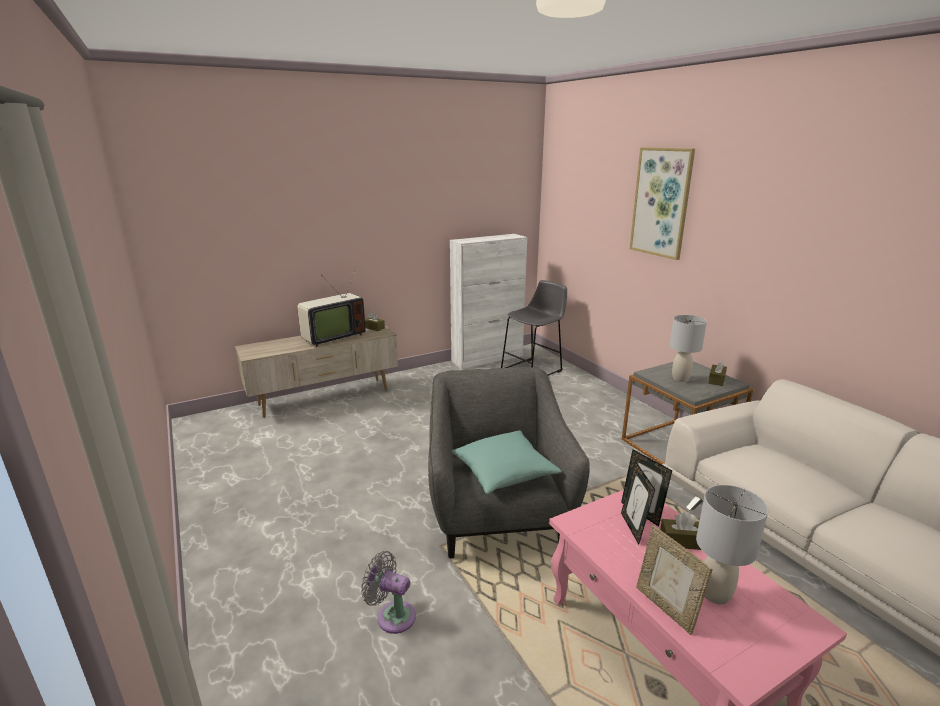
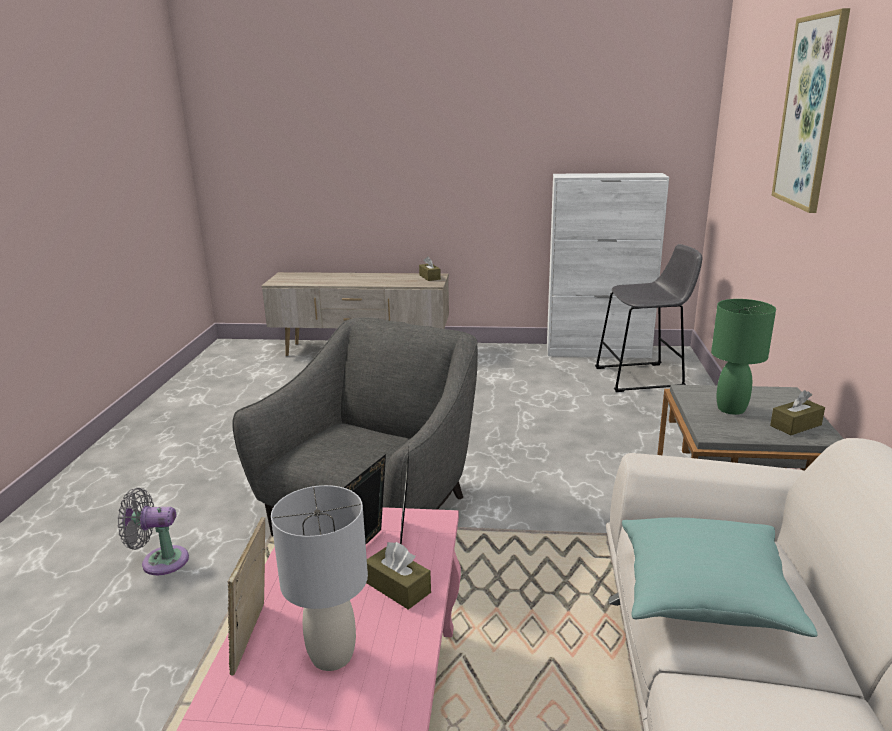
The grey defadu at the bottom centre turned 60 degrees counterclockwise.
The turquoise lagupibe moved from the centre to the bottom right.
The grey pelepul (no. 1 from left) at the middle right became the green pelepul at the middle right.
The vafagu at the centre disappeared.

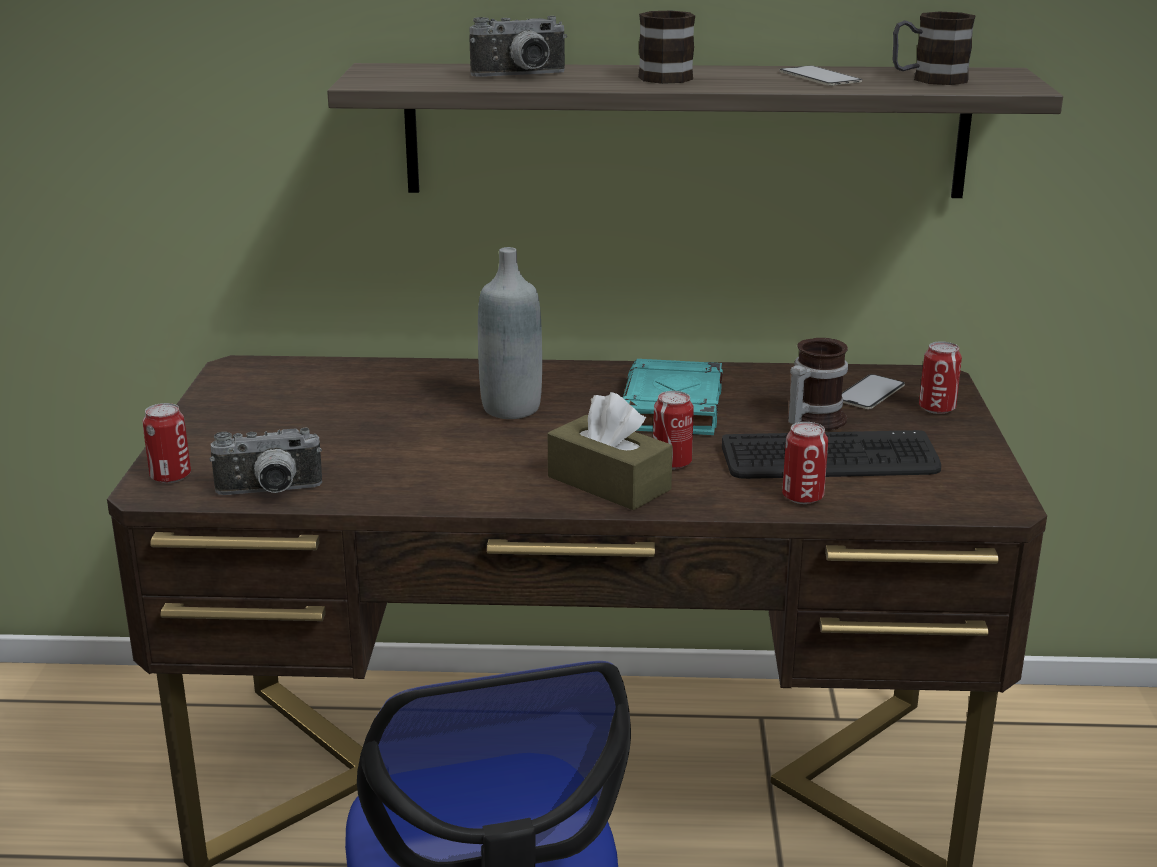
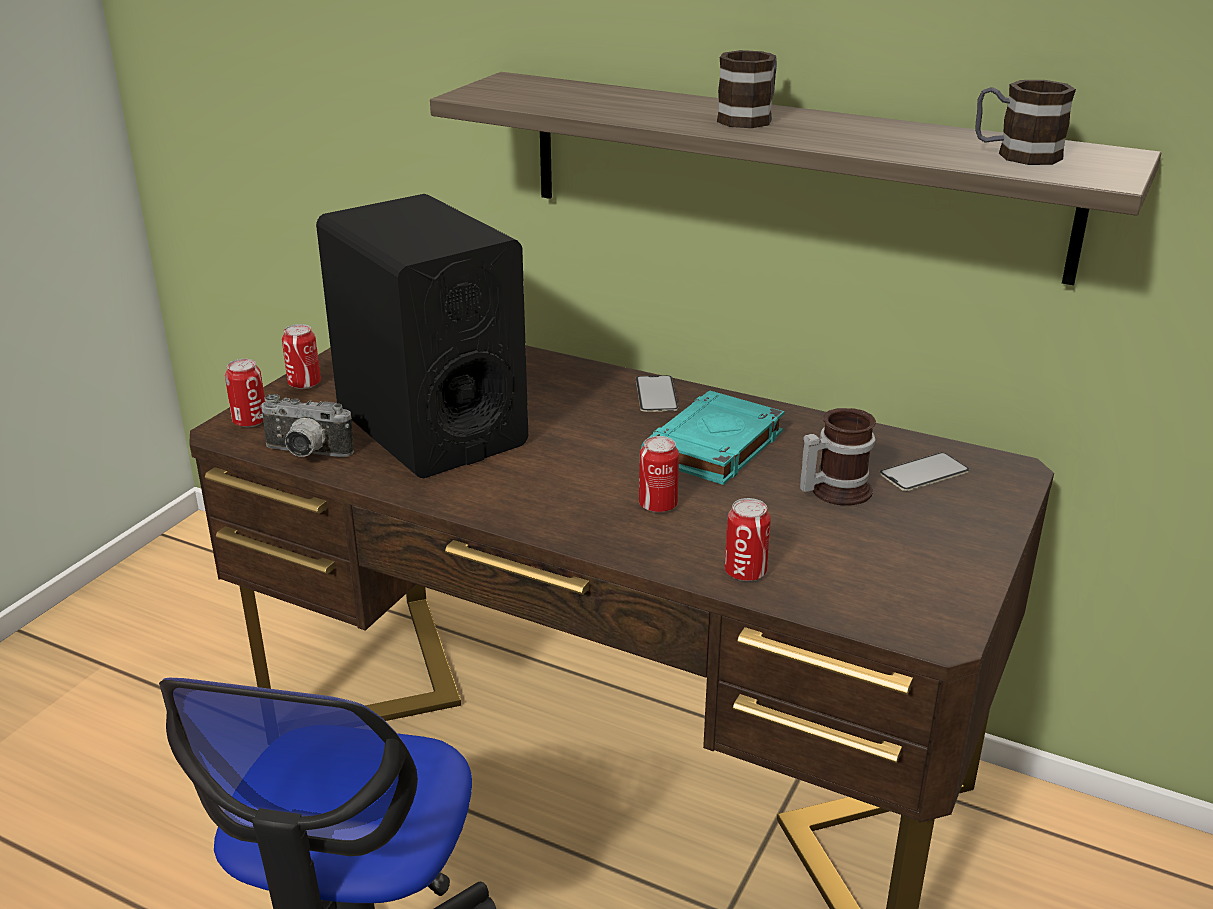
The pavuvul (no. 4 from left in the first image) moved from the middle right to the middle left.
The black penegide at the centre appeared.
The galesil (no. 1 from left) moved from the top right to the centre.
The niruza (no. 2 from left) at the top centre disappeared.
The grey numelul at the centre disappeared.
The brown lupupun at the centre disappeared.
The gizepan at the middle right disappeared.

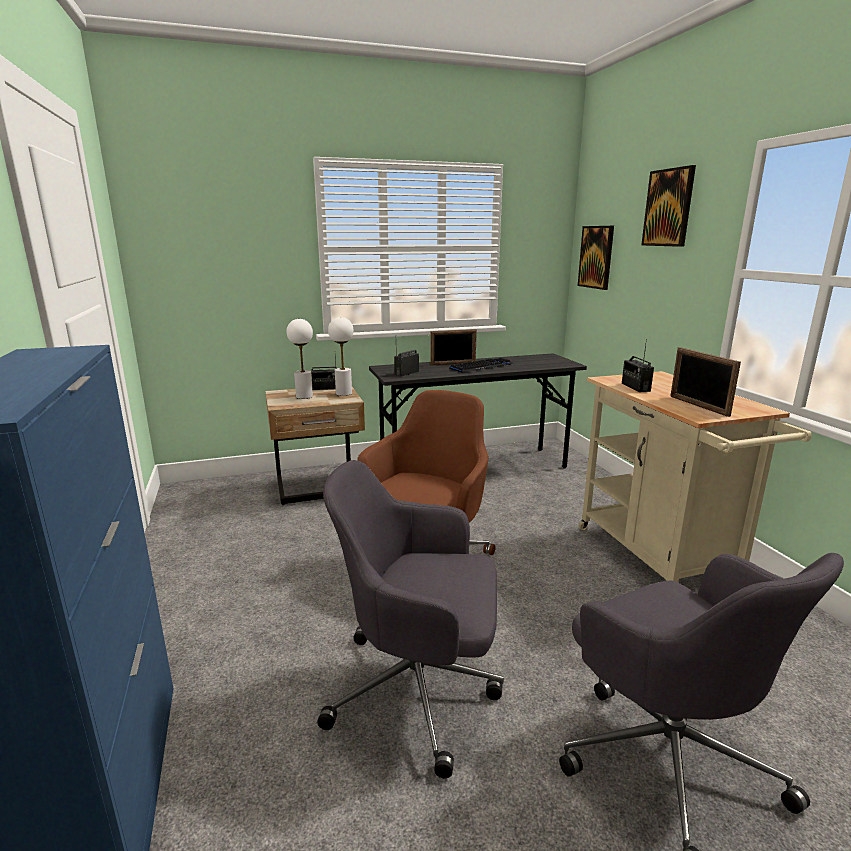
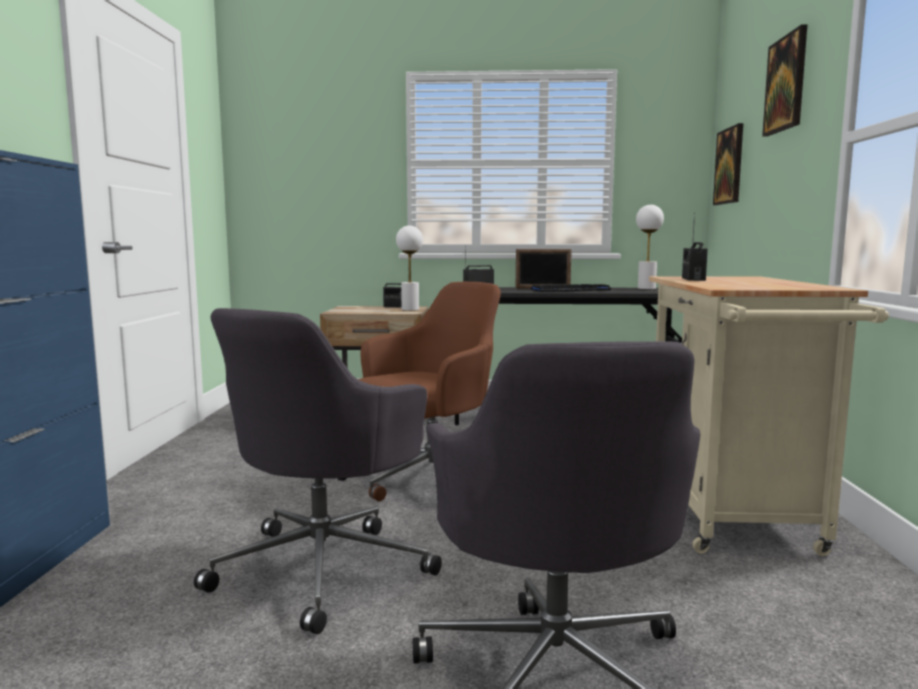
The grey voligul (no. 1 from left) at the bottom centre turned 90 degrees counterclockwise.
The white pelepul (no. 1 from left in the first image) moved from the centre to the middle right.
The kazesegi (no. 2 from left) at the middle right disappeared.

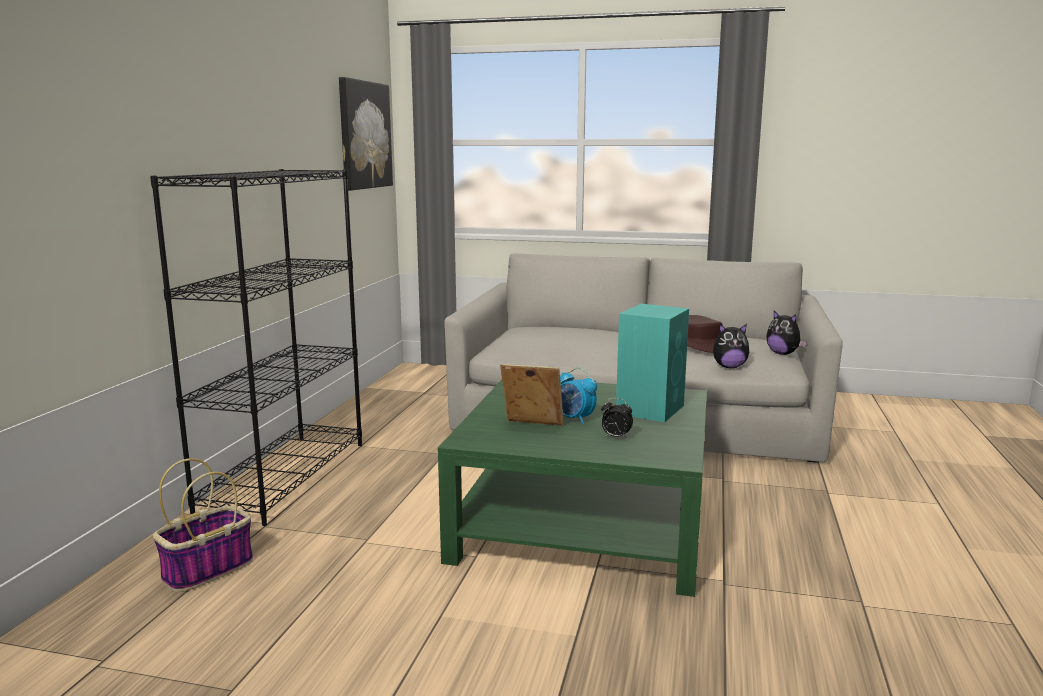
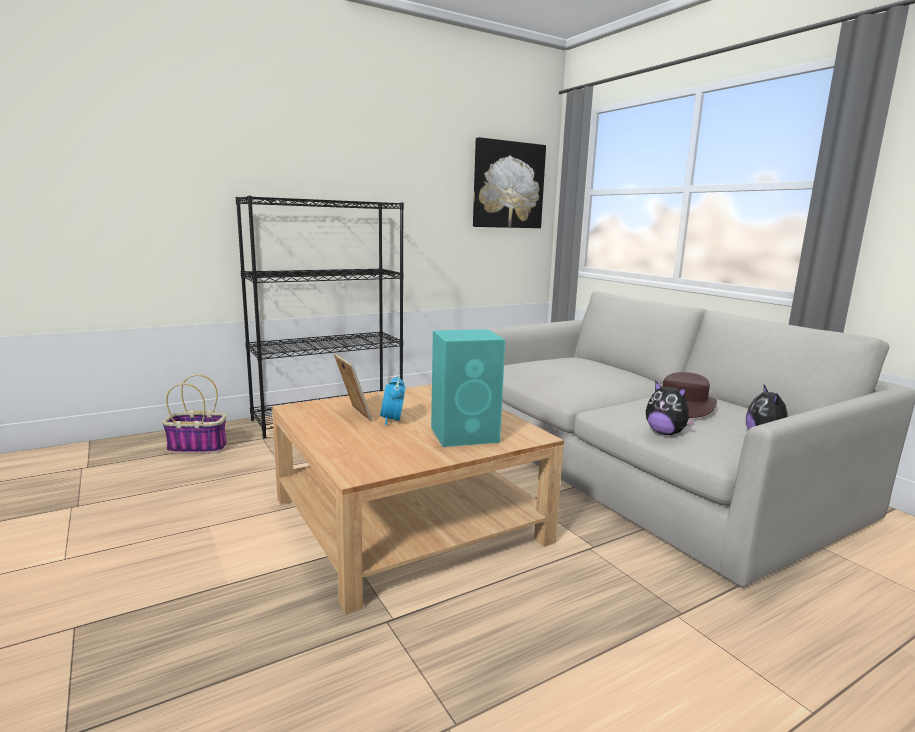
The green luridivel at the bottom centre became the beige luridivel at the bottom centre.
The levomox (no. 2 from left) at the centre disappeared.

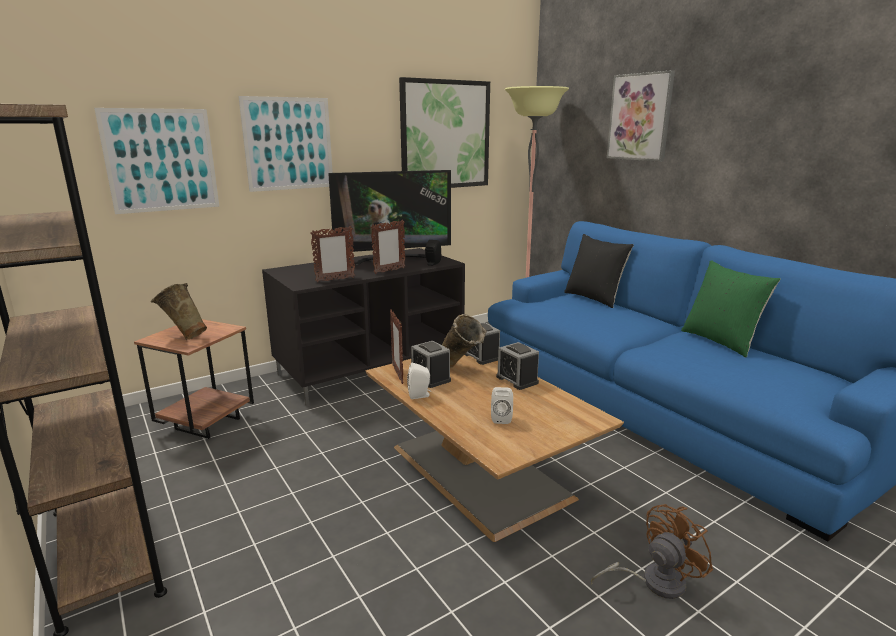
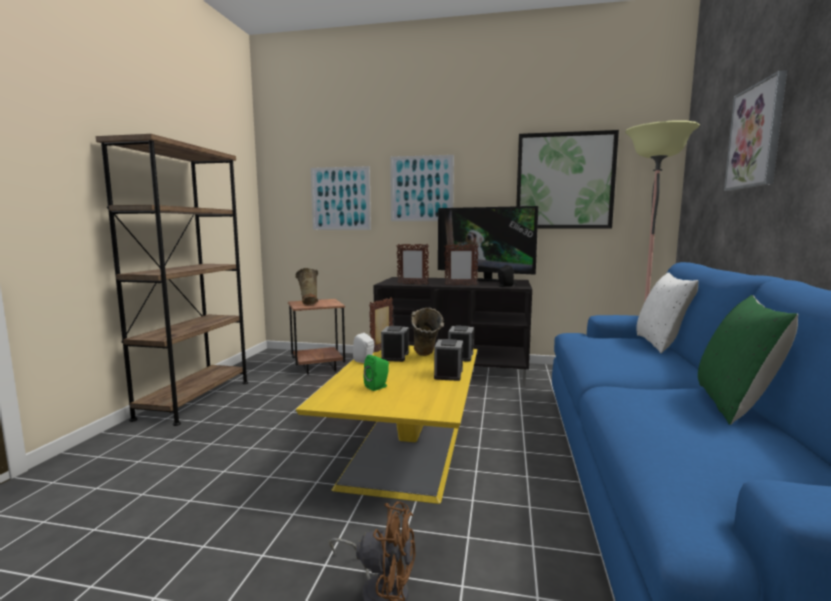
The brown luridivel at the bottom centre became the yellow luridivel at the bottom centre.
The white penegide (no. 2 from left) at the centre became the green penegide at the centre.
The black lagupibe at the middle right became the white lagupibe at the middle right.

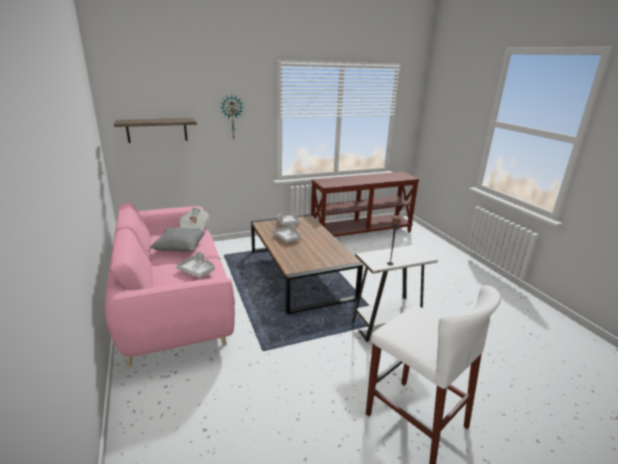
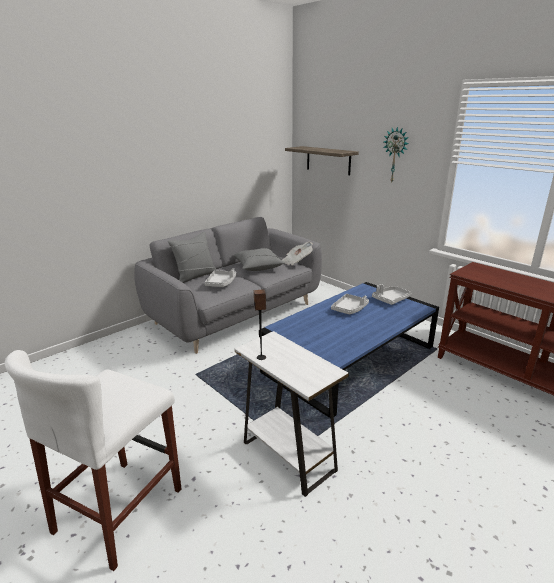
The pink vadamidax at the middle left became the grey vadamidax at the centre.
The grey lagupibe (no. 1 from left) at the centre appeared.
The brown luridivel at the centre became the blue luridivel at the centre.

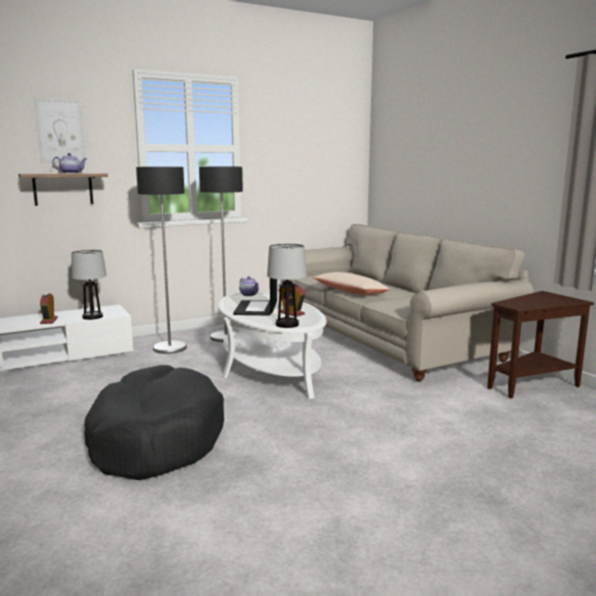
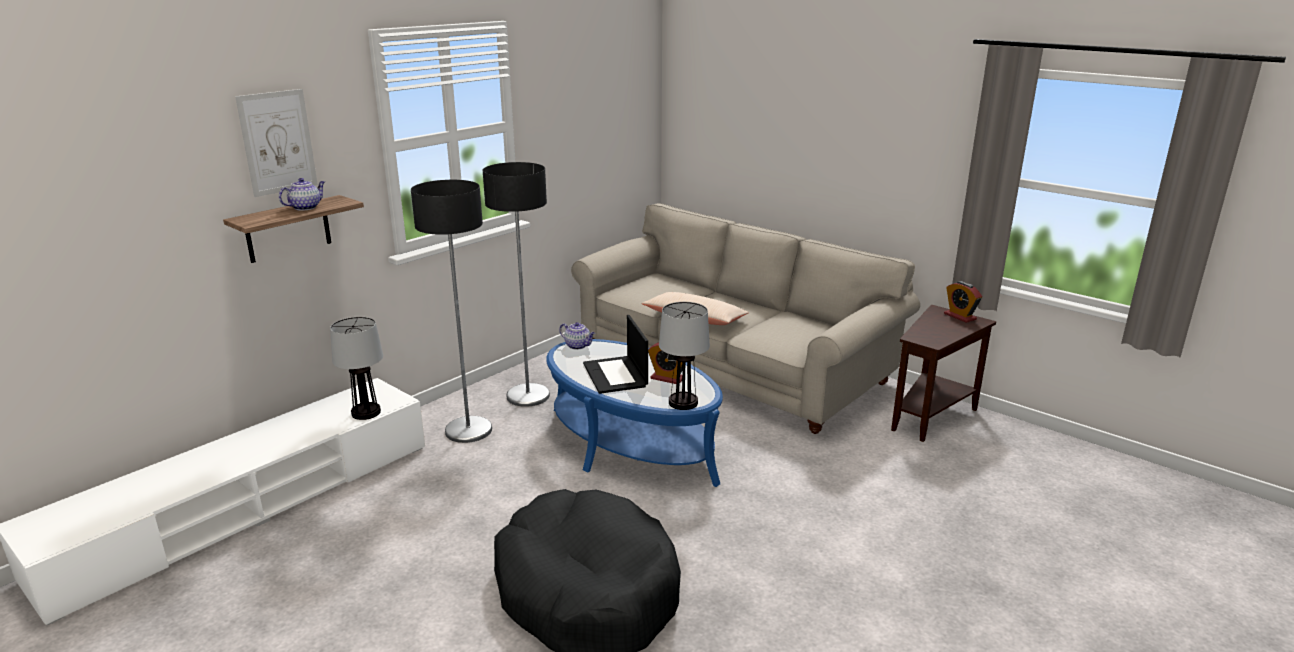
The white luridivel at the centre became the blue luridivel at the centre.
The levomox (no. 1 from left in the first image) moved from the middle left to the middle right.

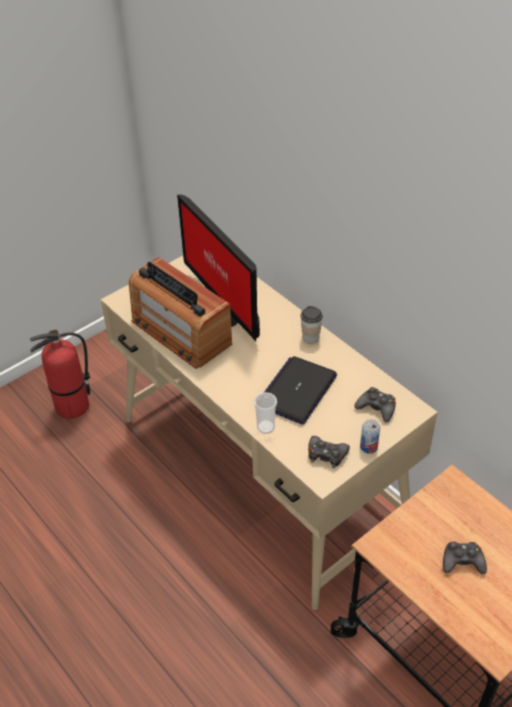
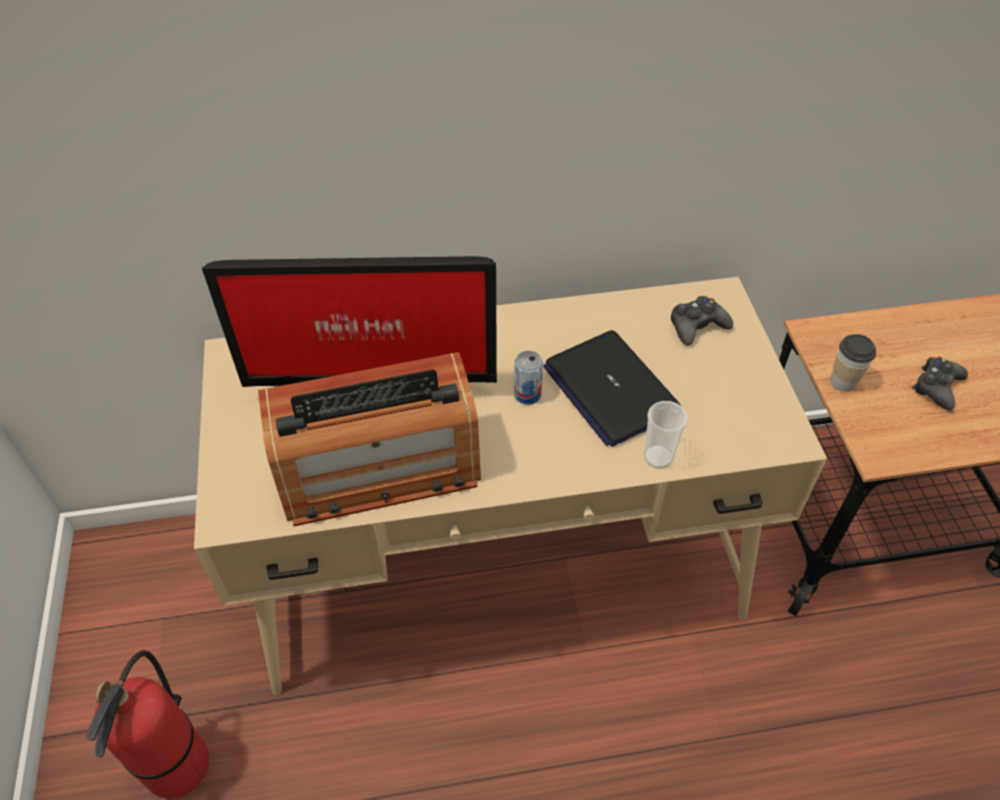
The pavuvul moved from the middle right to the centre.
The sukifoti (no. 2 from left) moved from the centre to the middle right.
The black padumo (no. 1 from left) at the centre disappeared.

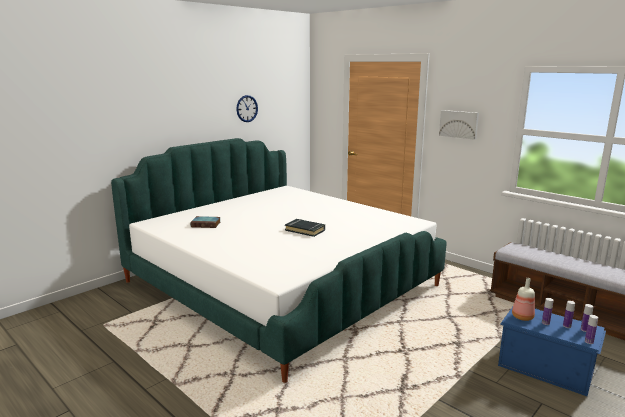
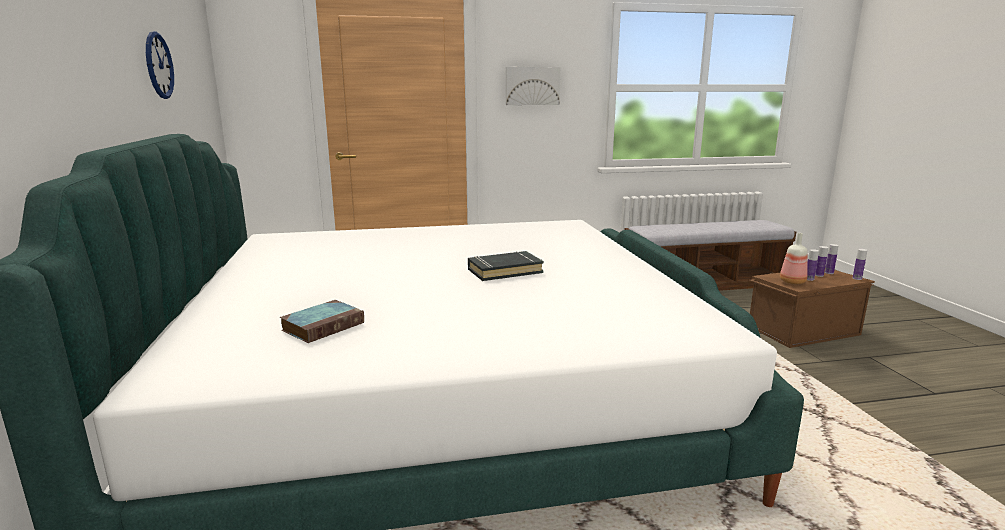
The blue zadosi at the bottom right became the brown zadosi at the middle right.

